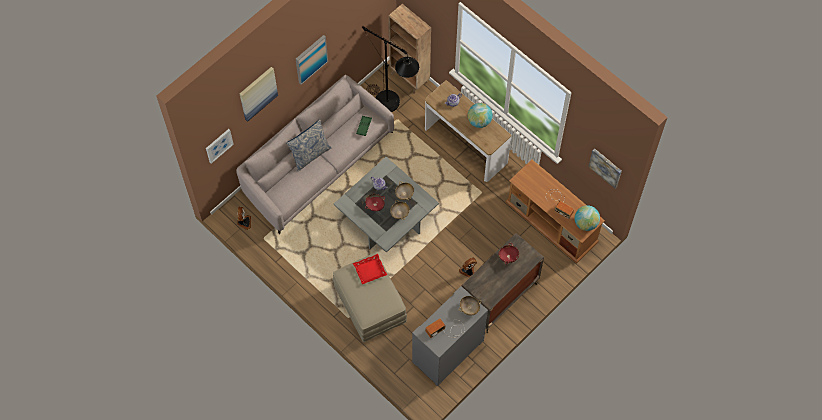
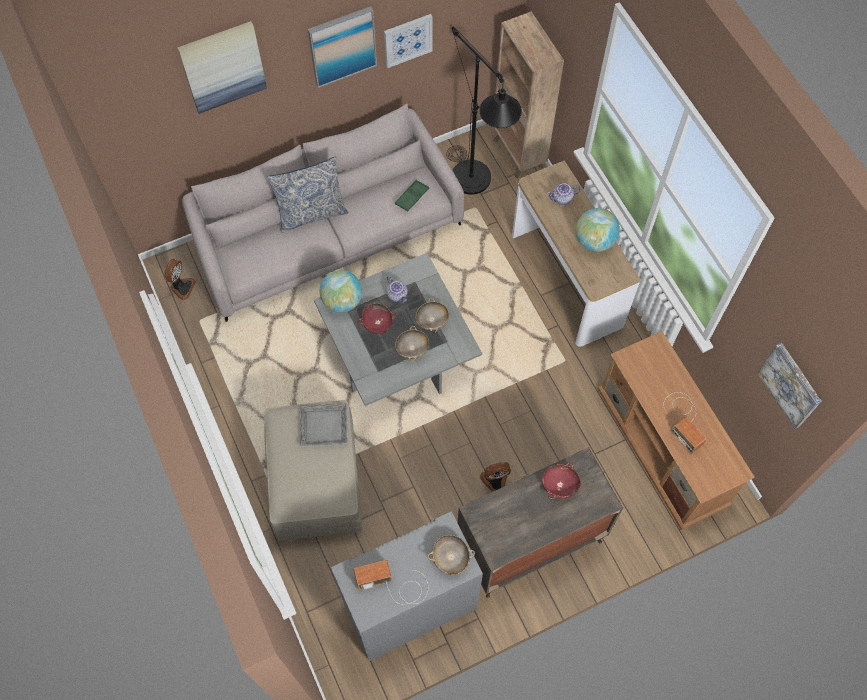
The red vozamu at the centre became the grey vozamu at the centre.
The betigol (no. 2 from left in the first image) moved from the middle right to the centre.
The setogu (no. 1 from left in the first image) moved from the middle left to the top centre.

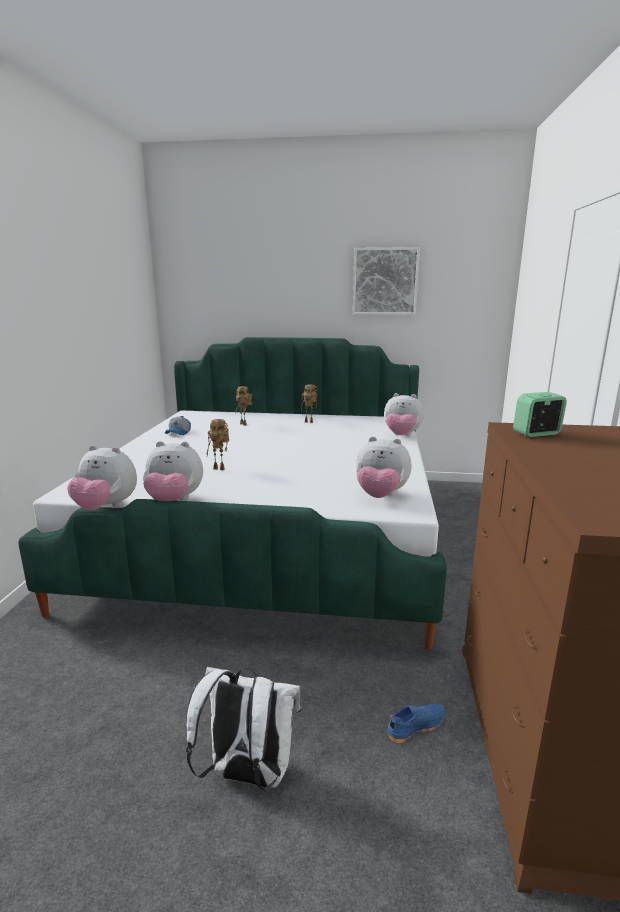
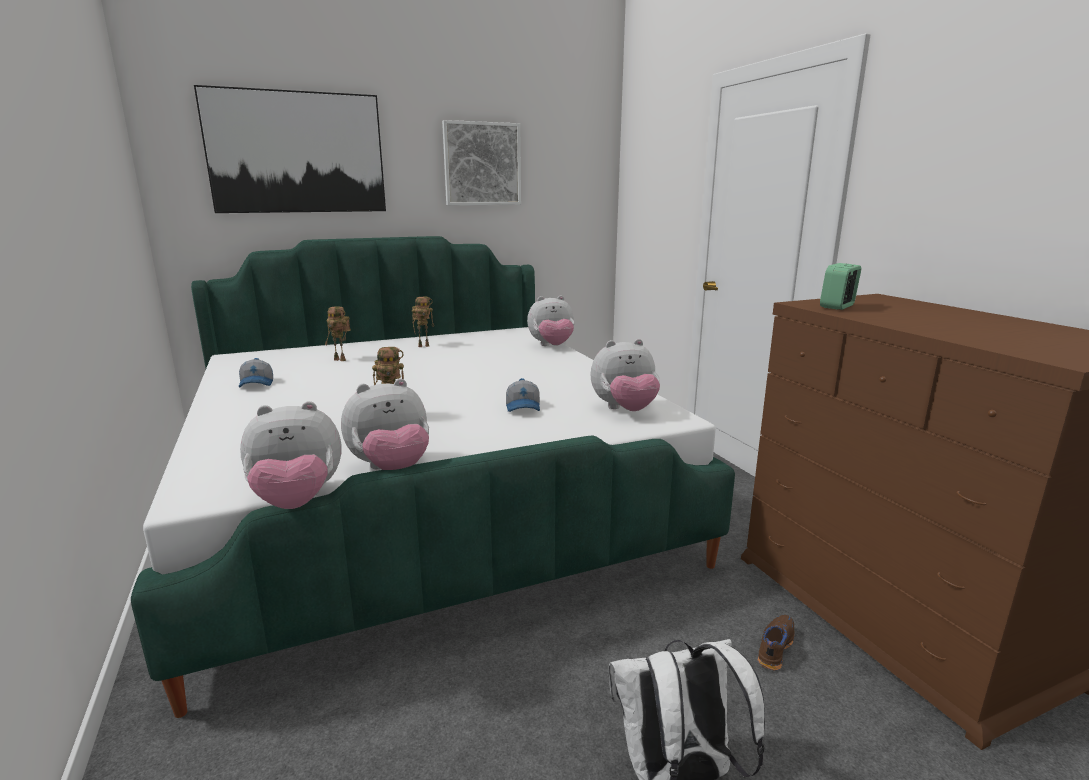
The setogu (no. 1 from left) at the top left appeared.
The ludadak (no. 2 from left) at the centre appeared.
The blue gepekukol at the bottom right became the brown gepekukol at the bottom right.

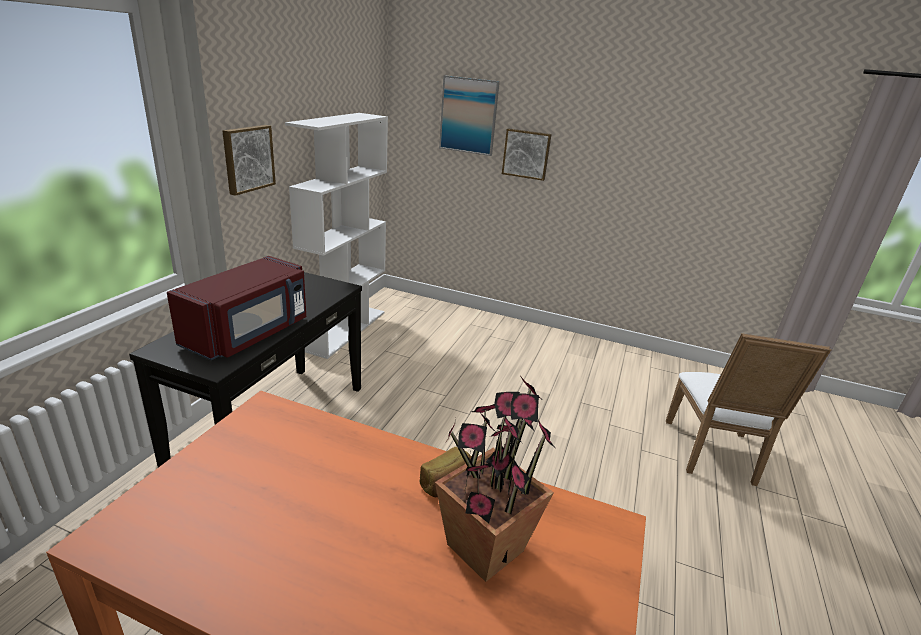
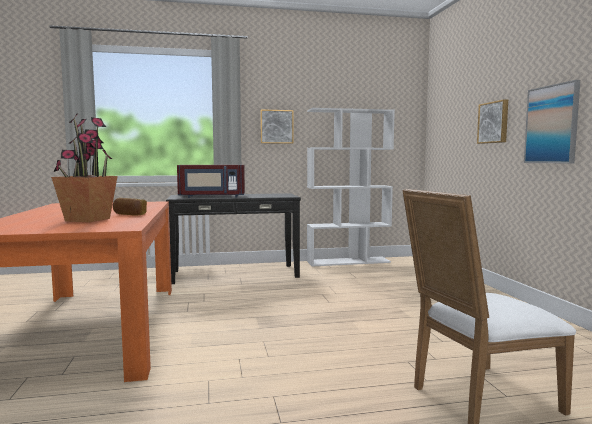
The setogu (no. 2 from left in the first image) moved from the top centre to the top right.

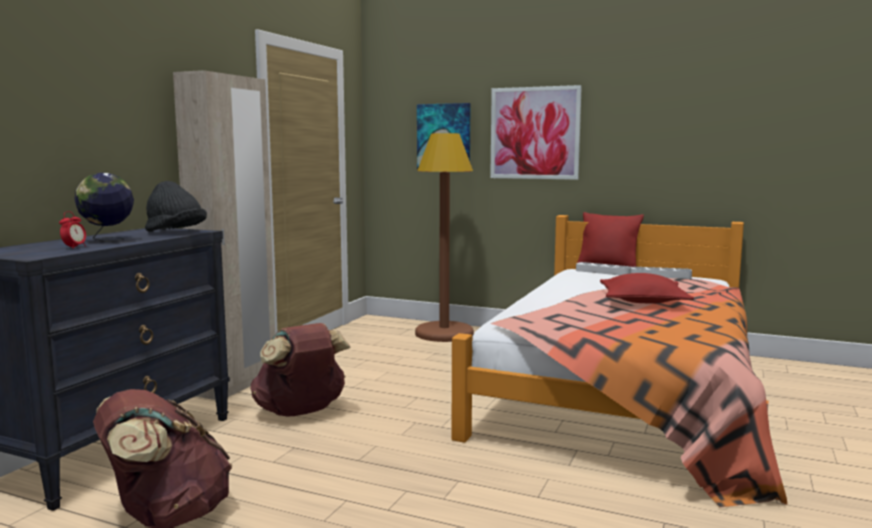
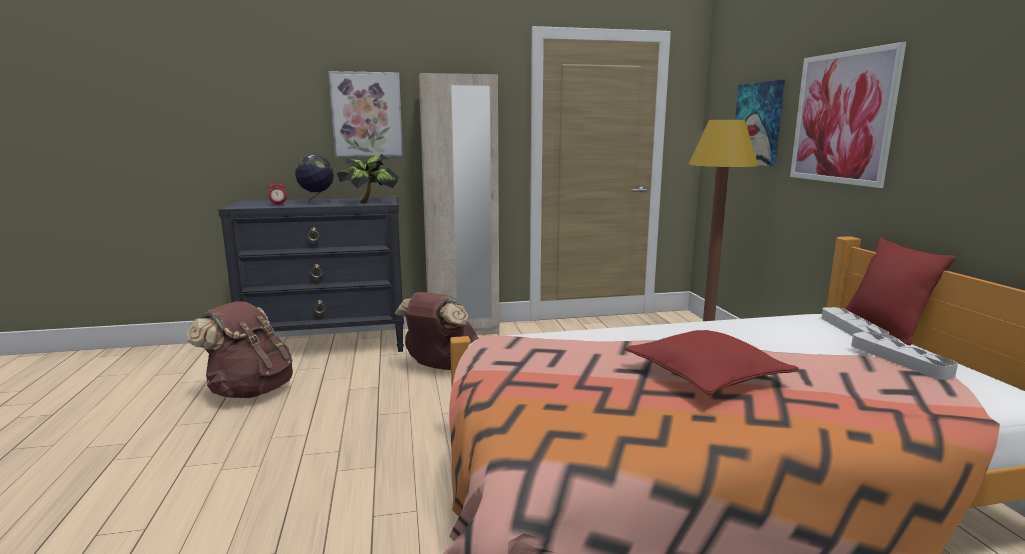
The setogu (no. 1 from left) at the top centre appeared.
The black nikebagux at the middle left was replaced by the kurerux at the top centre.

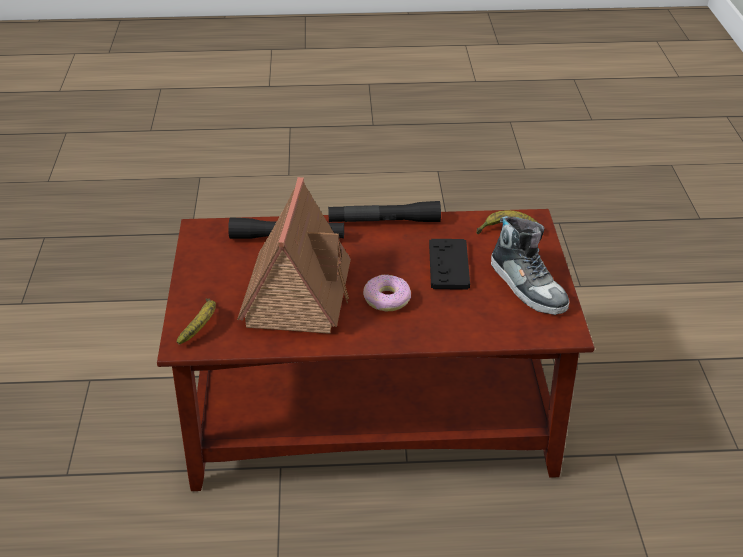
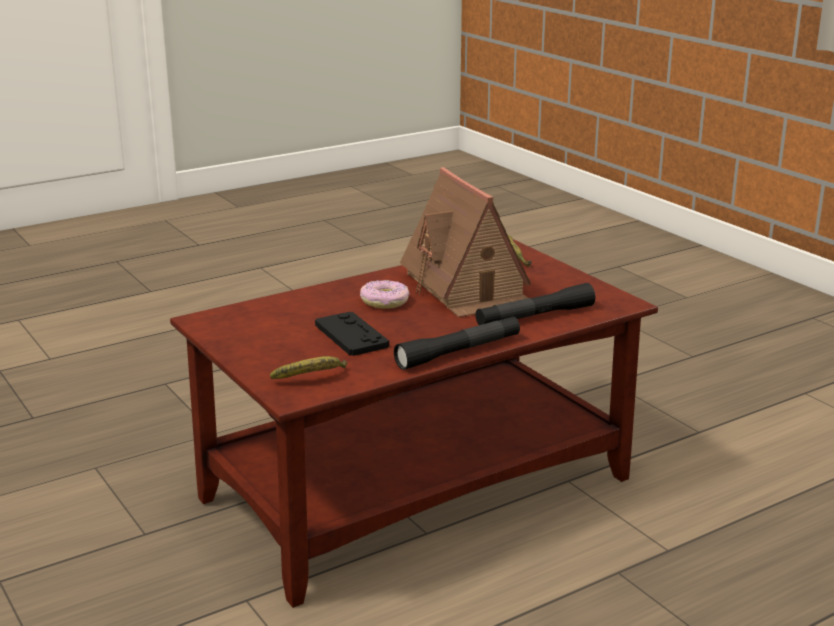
The gepekukol at the middle right disappeared.

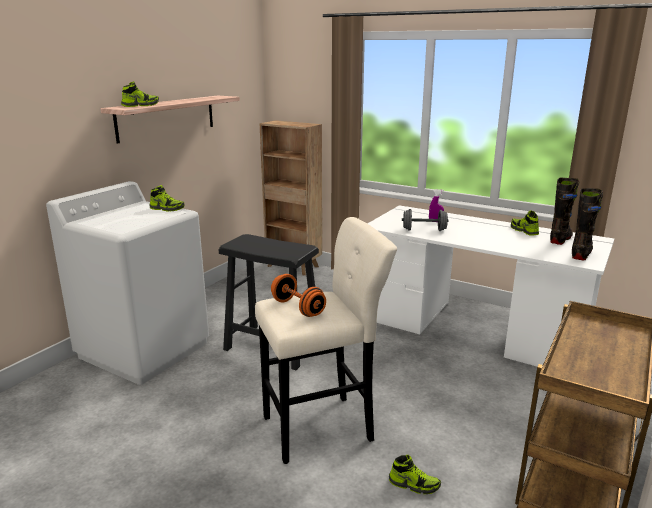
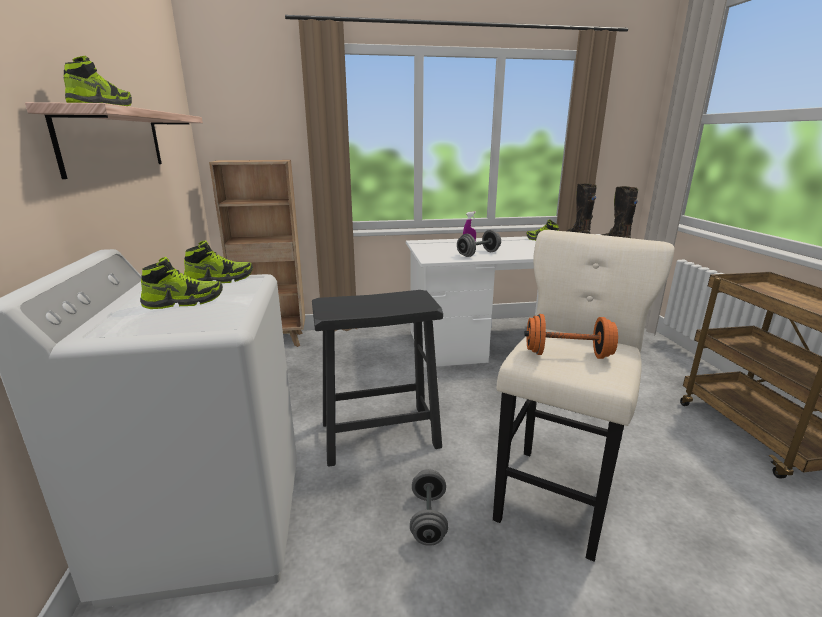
The gepekukol (no. 3 from left in the first image) moved from the bottom centre to the middle left.
The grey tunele (no. 1 from left) at the bottom centre appeared.

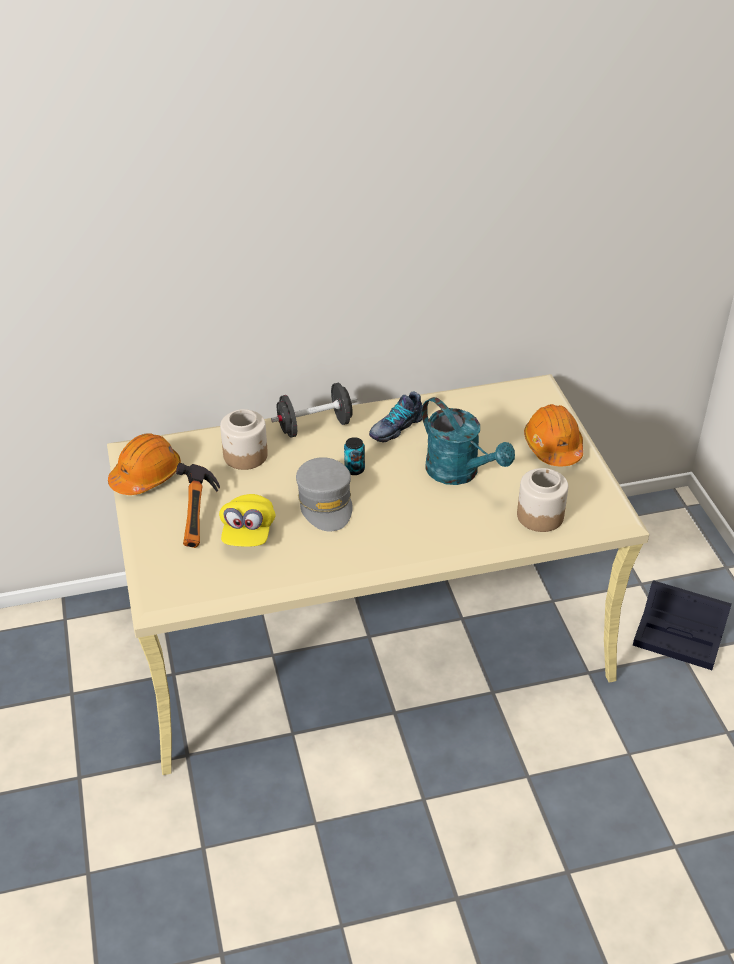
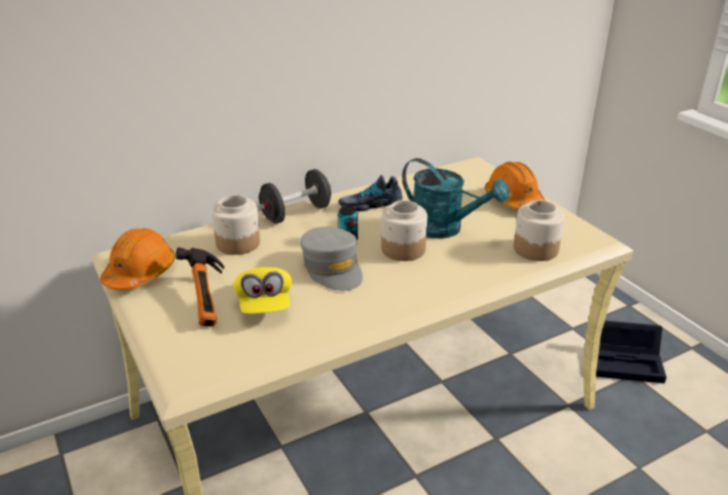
The gepekukol at the centre turned 45 degrees clockwise.
The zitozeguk (no. 2 from left) at the centre appeared.

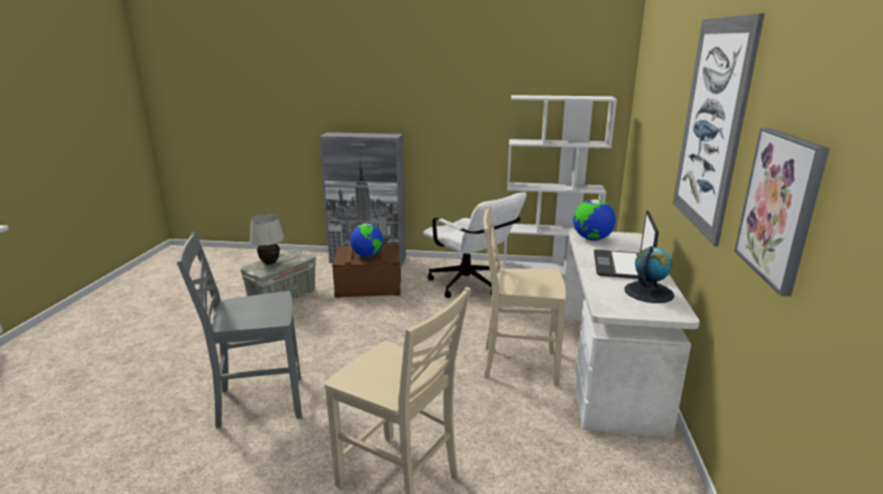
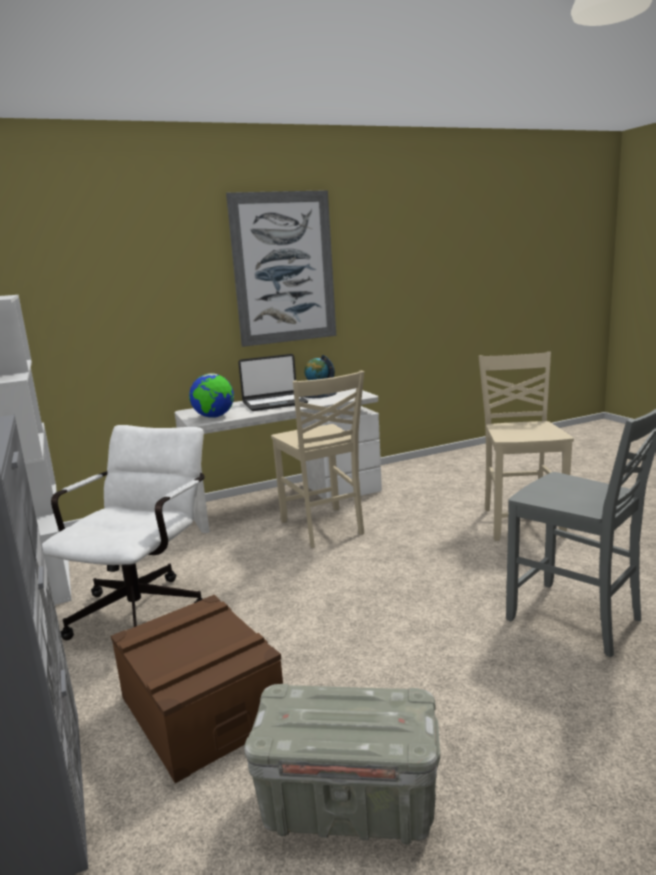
The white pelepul at the middle left disappeared.
The betigol (no. 1 from left) at the centre disappeared.
The setogu (no. 2 from left) at the middle right disappeared.

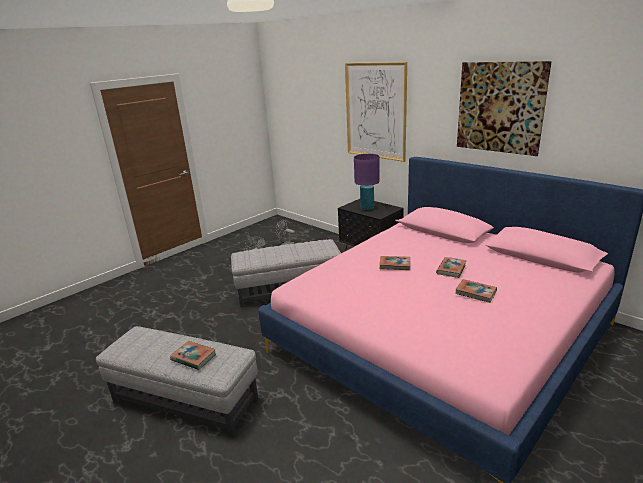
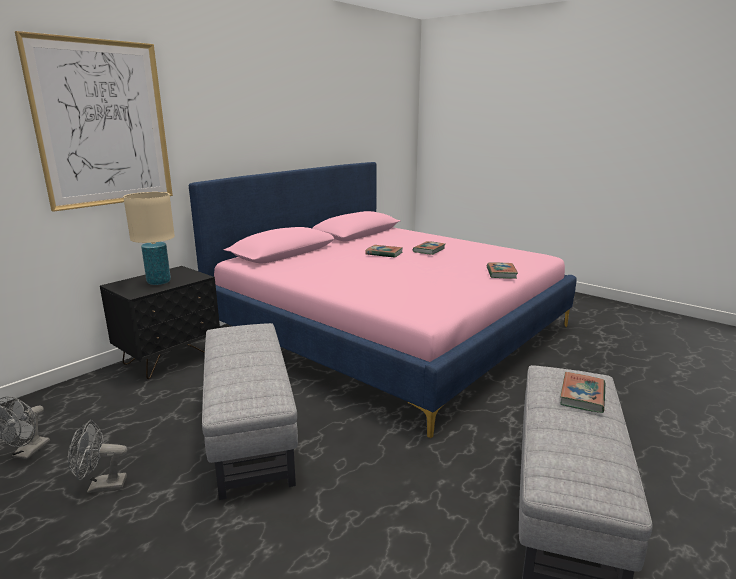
The purple pelepul at the centre became the beige pelepul at the middle left.
The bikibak (no. 2 from left in the first image) moved from the centre to the middle right.
The setogu (no. 2 from left) at the top right disappeared.

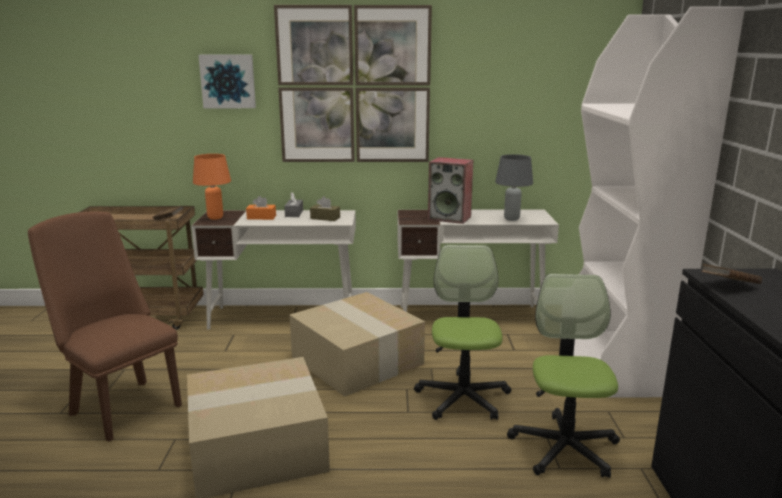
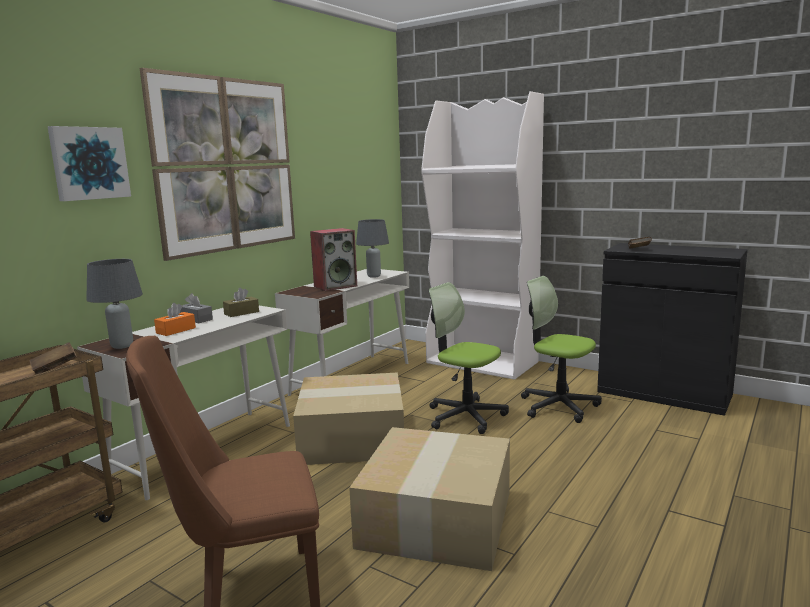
The orange pelepul at the middle left became the grey pelepul (no. 1 from left) at the middle left.

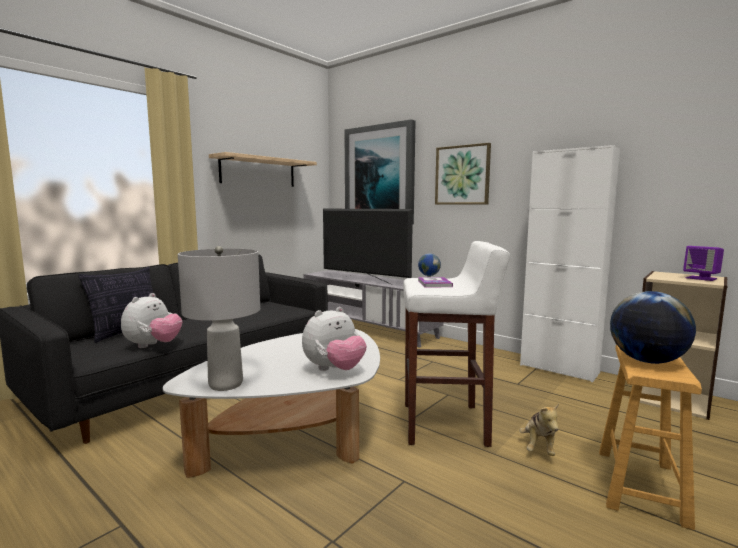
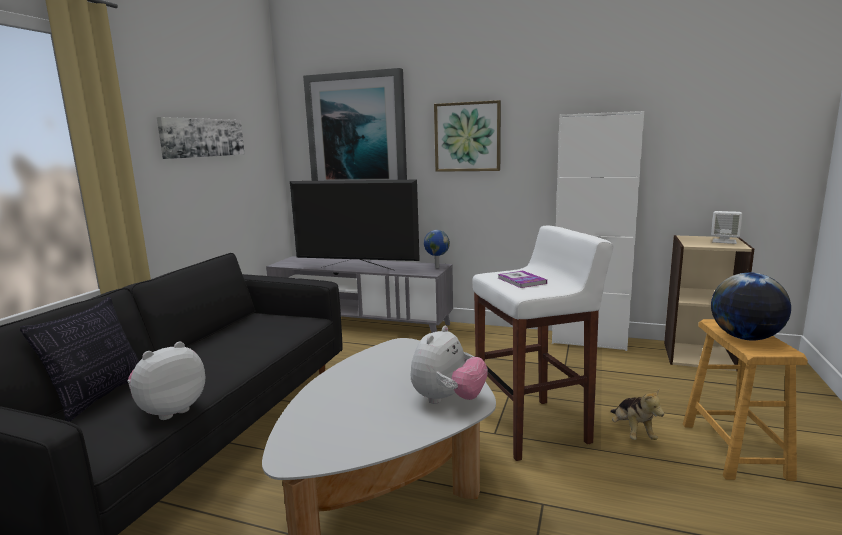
The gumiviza (no. 1 from left) at the middle left turned 135 degrees counterclockwise.
The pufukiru at the top centre was replaced by the setogu (no. 1 from left) at the top left.
The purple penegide at the middle right became the white penegide at the middle right.
The grey pelepul at the middle left disappeared.

